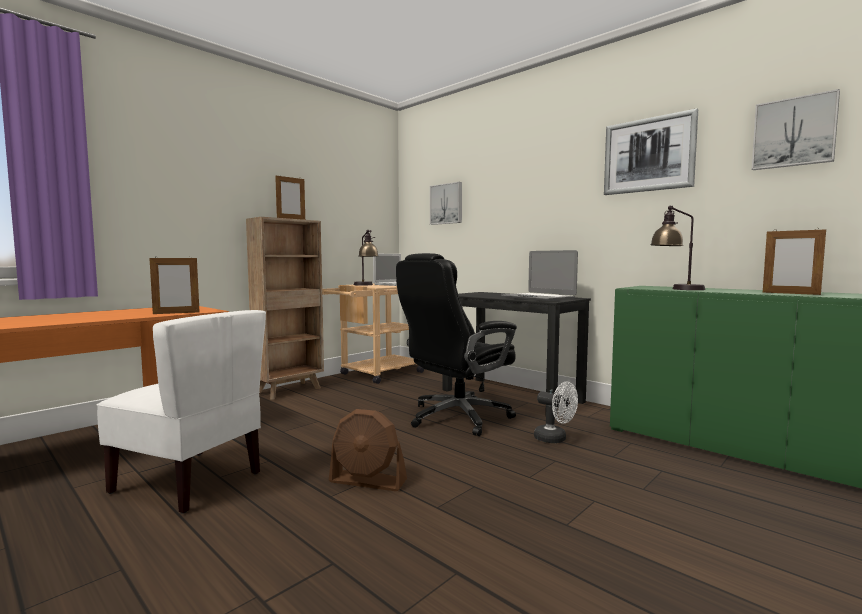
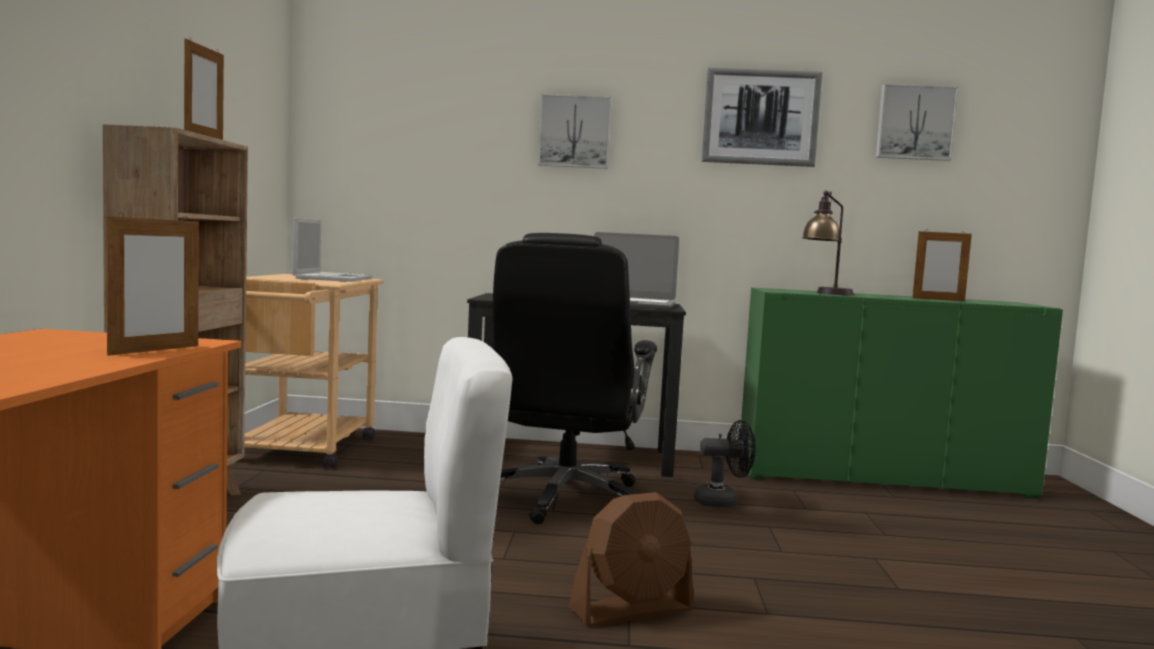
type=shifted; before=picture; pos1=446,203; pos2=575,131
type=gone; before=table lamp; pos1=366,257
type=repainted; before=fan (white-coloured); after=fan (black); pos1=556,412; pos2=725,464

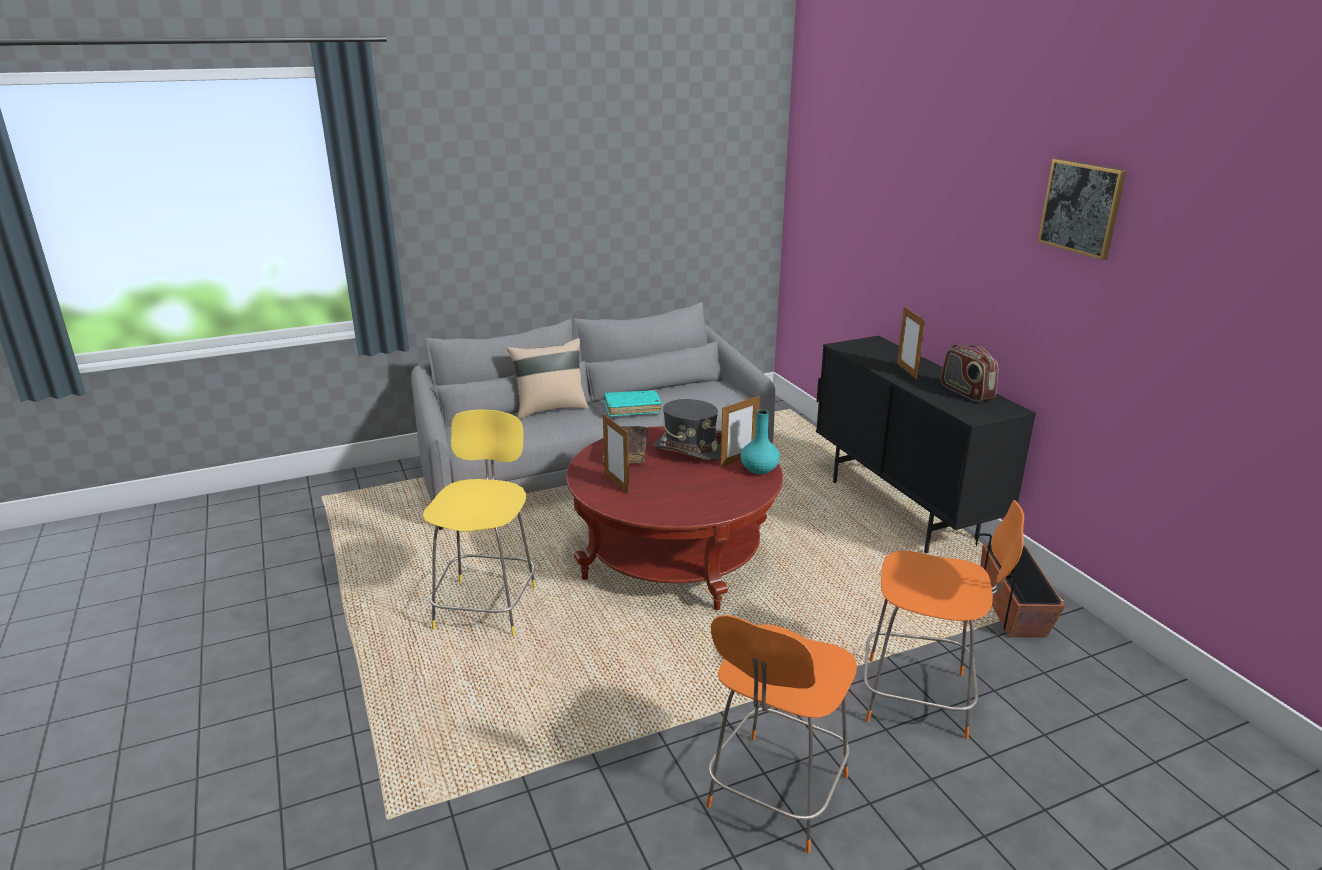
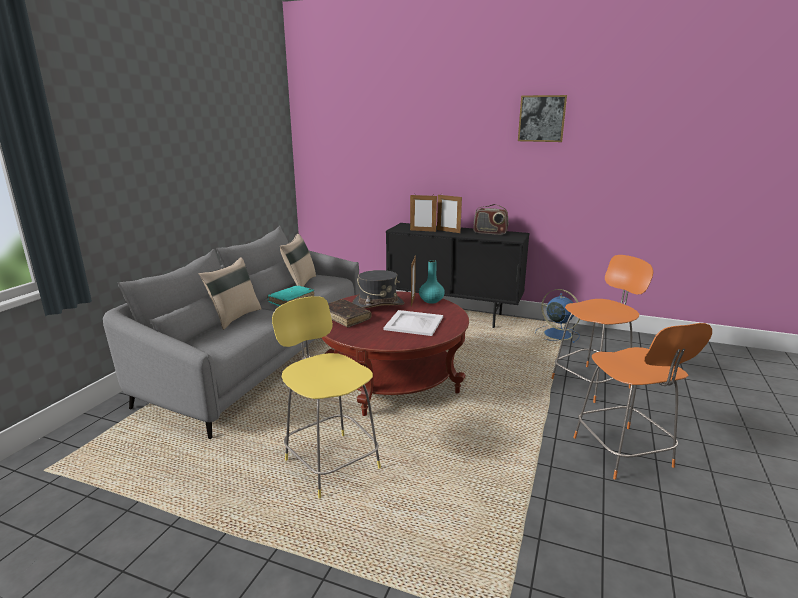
type=shifted; before=picture frame; pos1=616,454; pos2=423,213
type=swapped; before=plant pot; after=fan (bluish); pos1=1020,586; pos2=557,316
type=new; after=throw pillow (beige-coloured); pos2=298,260
type=new; after=tray (white-coloured); pos2=413,323

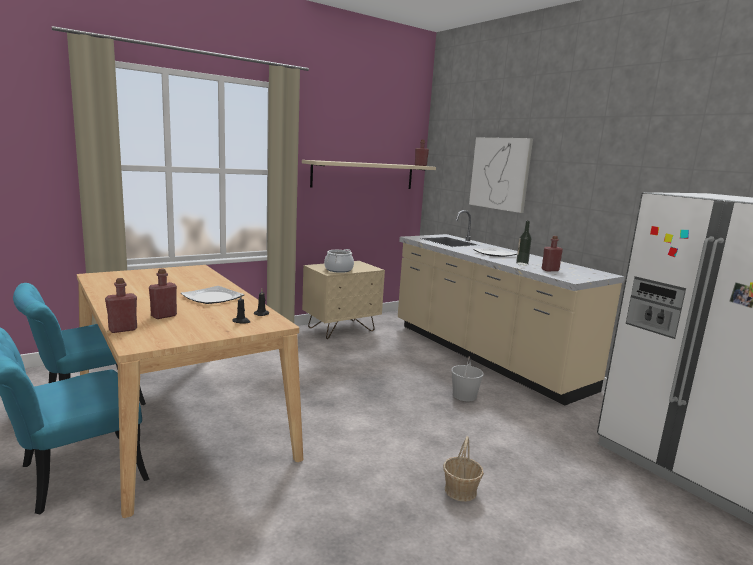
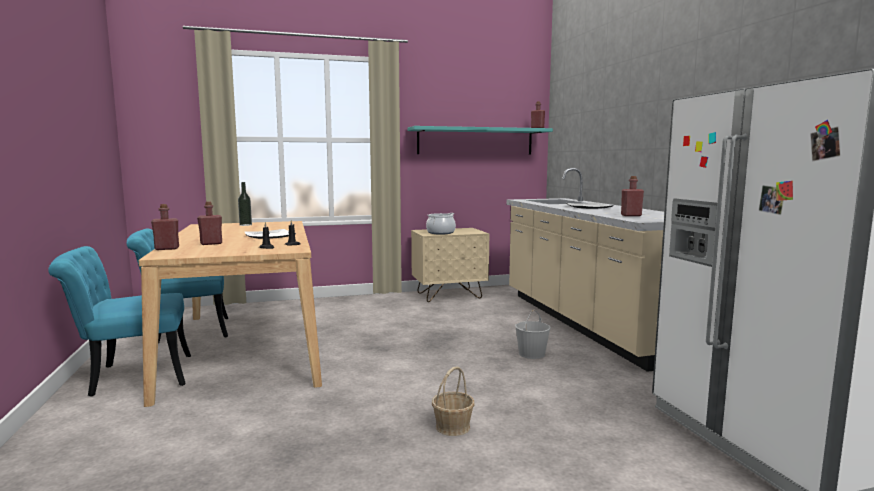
type=gone; before=picture; pos1=501,175
type=repainted; before=bracket shelf (beige-coloured); after=bracket shelf (turquoise); pos1=369,174; pos2=480,140
type=shifted; before=beverage bottle; pos1=524,243; pos2=245,204

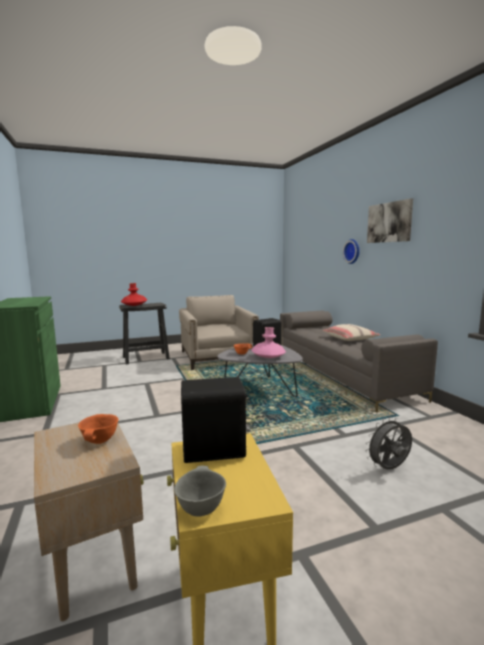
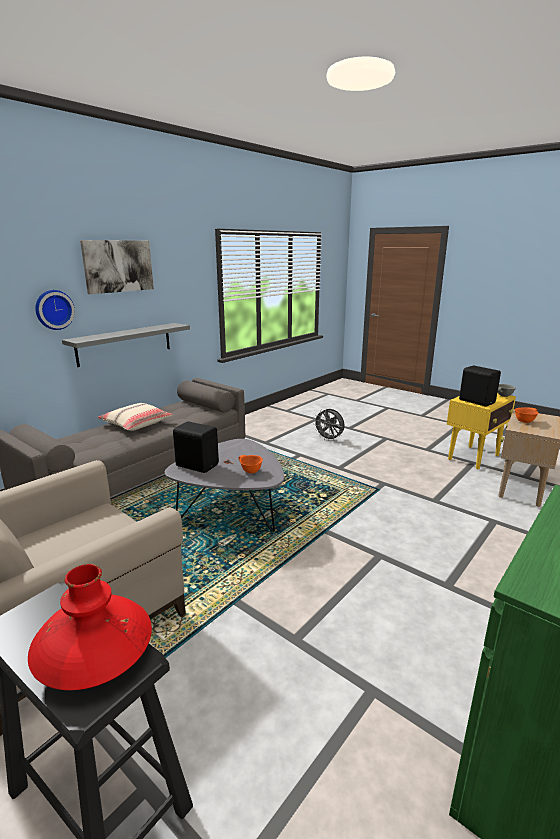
type=gone; before=vase (pink-coloured); pos1=268,342
type=new; after=bracket shelf (gray); pos2=126,345

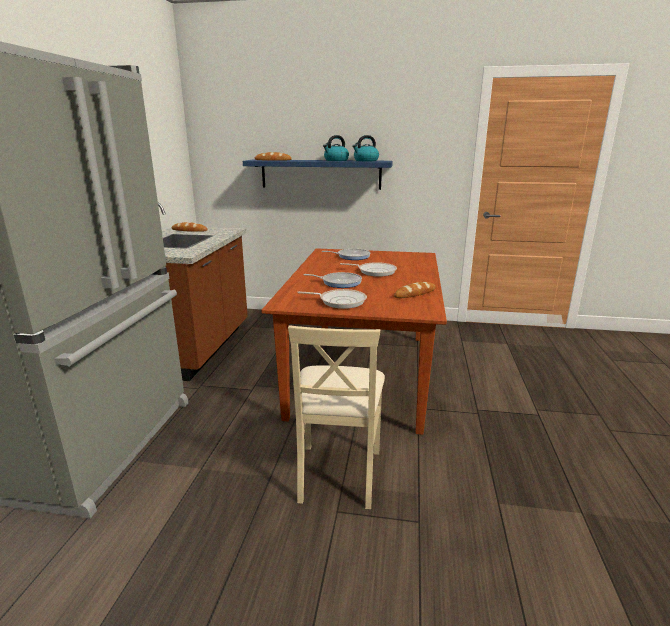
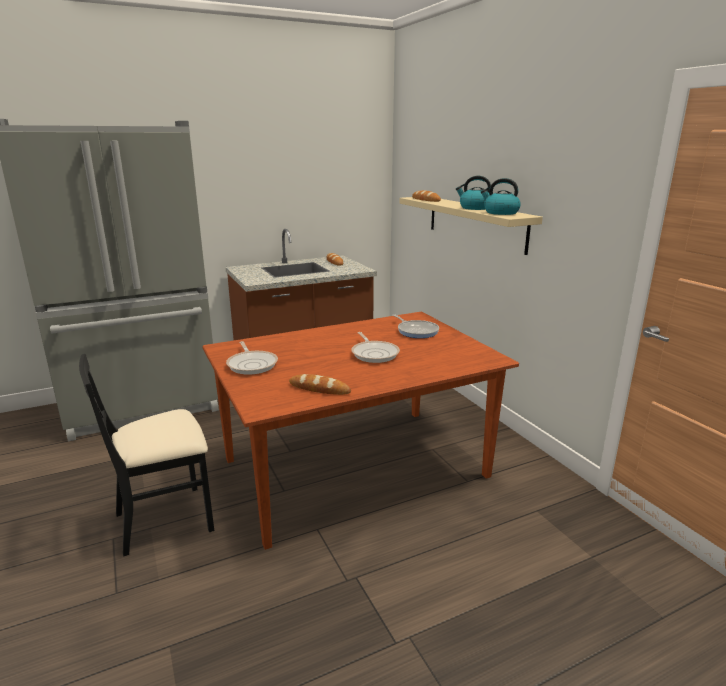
type=repainted; before=bracket shelf (bluish); after=bracket shelf (beige-coloured); pos1=318,175; pos2=471,226
type=gone; before=pan; pos1=333,280
type=repainted; before=plain chair (beige-coloured); after=plain chair (black); pos1=336,417; pos2=146,455

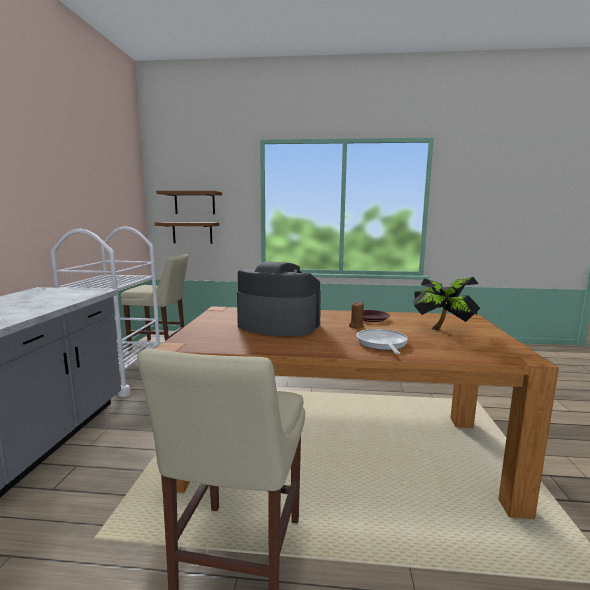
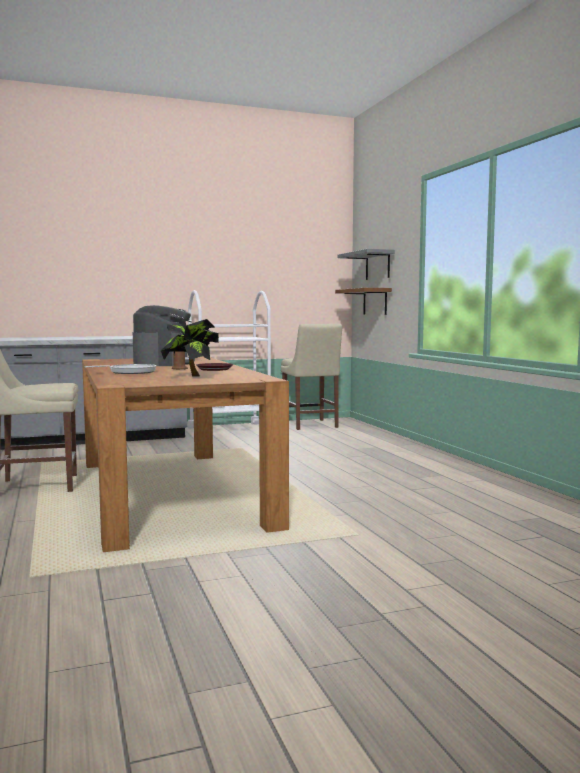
type=repainted; before=bracket shelf (brown-coloured); after=bracket shelf (gray); pos1=189,202; pos2=366,264

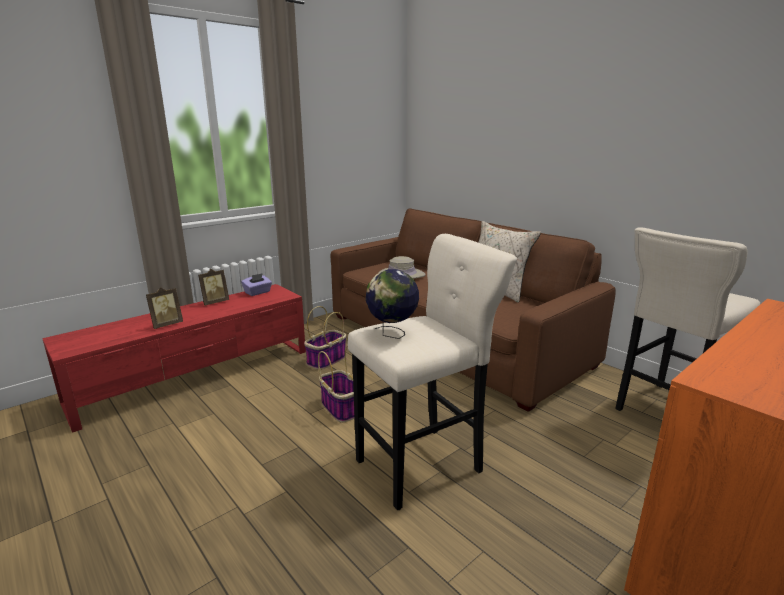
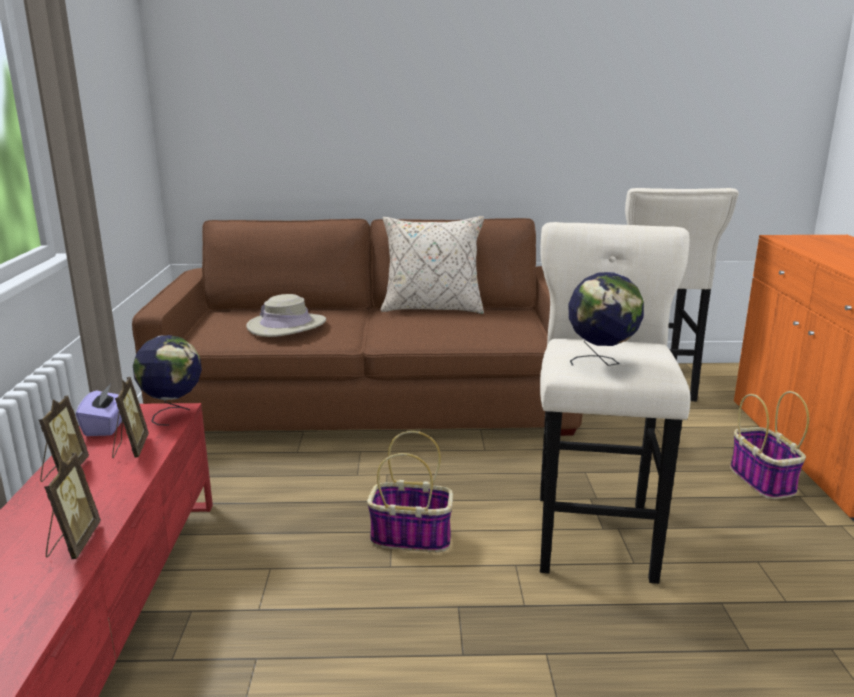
type=shifted; before=basket; pos1=325,338; pos2=769,445
type=new; after=world globe; pos2=167,380
type=new; after=picture frame; pos2=130,417

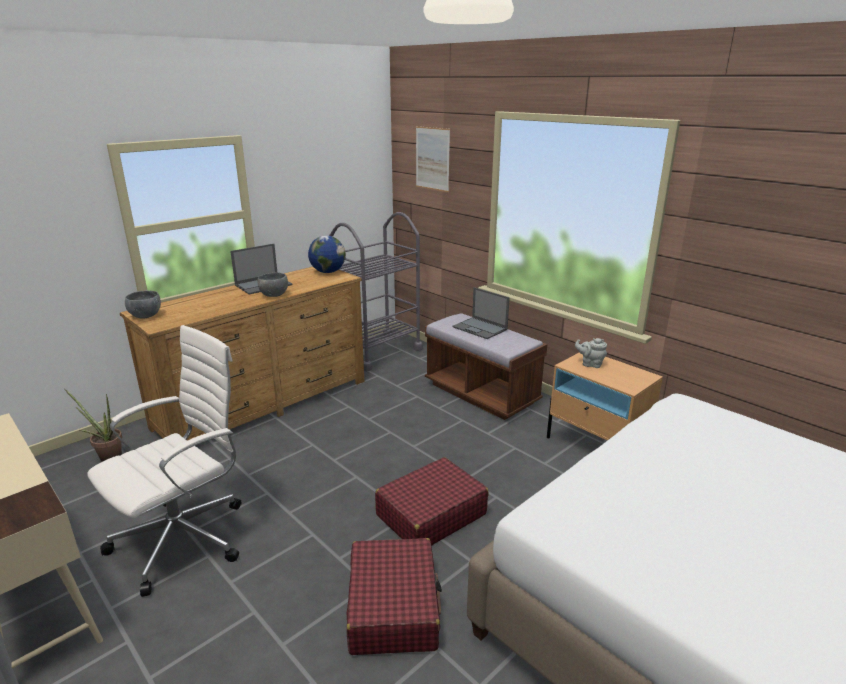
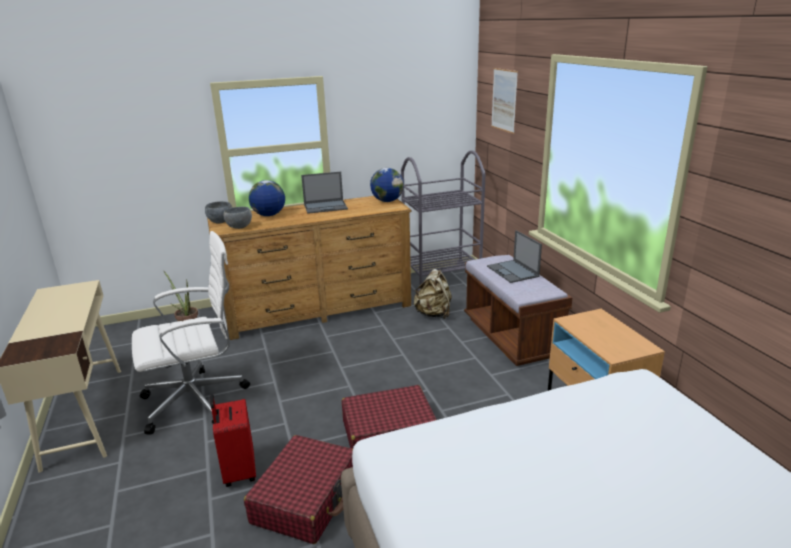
type=shifted; before=serving bowl (gray); pos1=272,284; pos2=237,218
type=gone; before=teapot (gray); pos1=591,353
type=new; after=world globe; pos2=267,198
type=new; after=knapsack (beige-coloured); pos2=433,294
type=new; after=suitcase (reddish); pos2=233,440

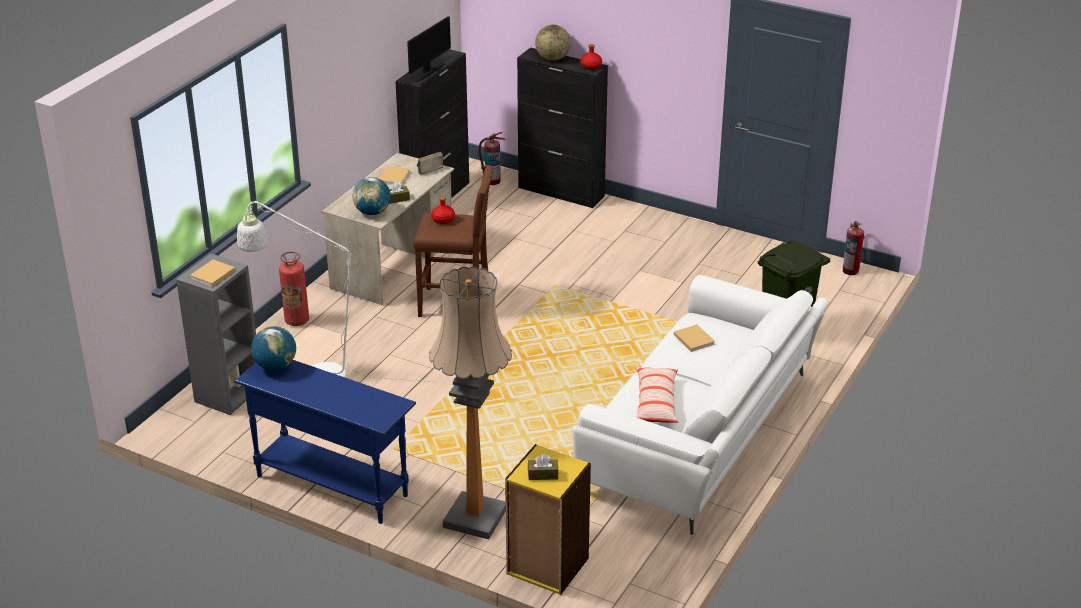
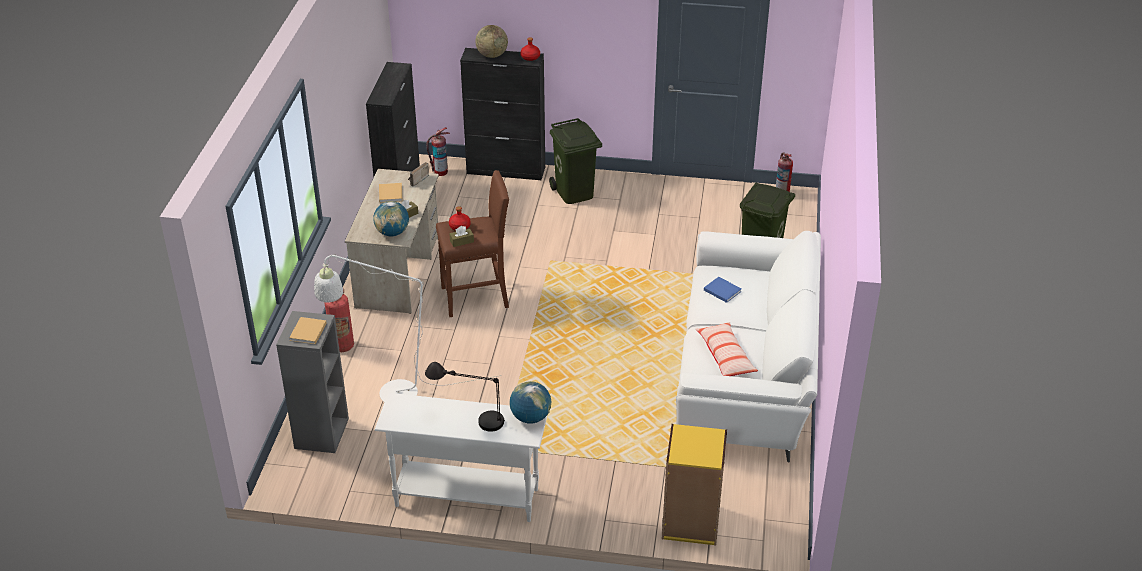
type=gone; before=monitor; pos1=429,49
type=gone; before=standing lamp; pos1=470,402
type=repainted; before=volume (beige-coloured); after=volume (bluish); pos1=694,338; pos2=723,290
type=shifted; before=world globe; pos1=273,348; pos2=530,402
type=repainted; before=console table (bluish); after=console table (white-coloured); pos1=325,442; pos2=461,457
type=shifted; before=tissue box (brown-coloured); pos1=543,467; pos2=461,236
type=new; after=trash can (green-coloured); pos2=575,161
type=new; after=table lamp (black); pos2=465,397

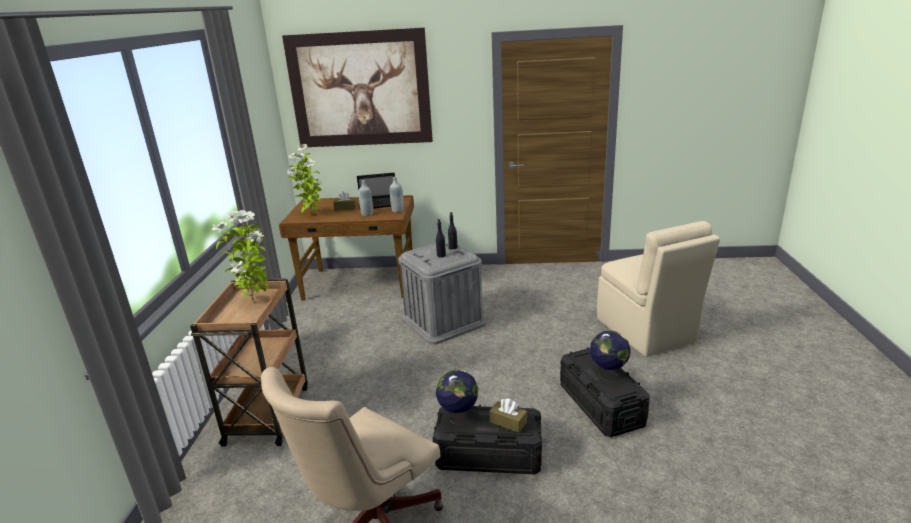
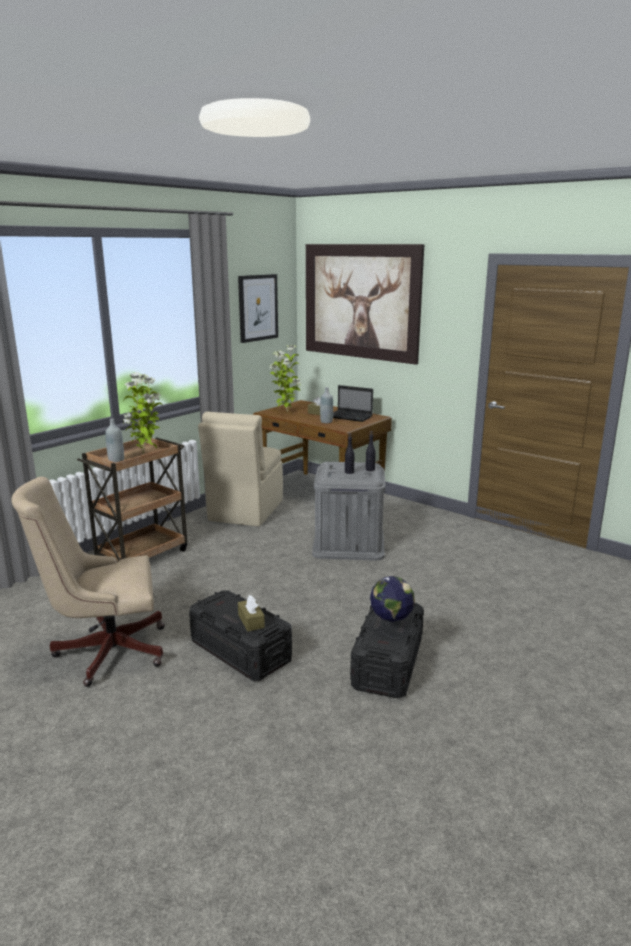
type=shifted; before=beverage bottle (gray); pos1=397,195; pos2=114,441
type=shifted; before=plain chair (beige-coloured); pos1=658,289; pos2=240,469
type=gone; before=world globe; pos1=457,397
type=new; after=picture; pos2=258,308

